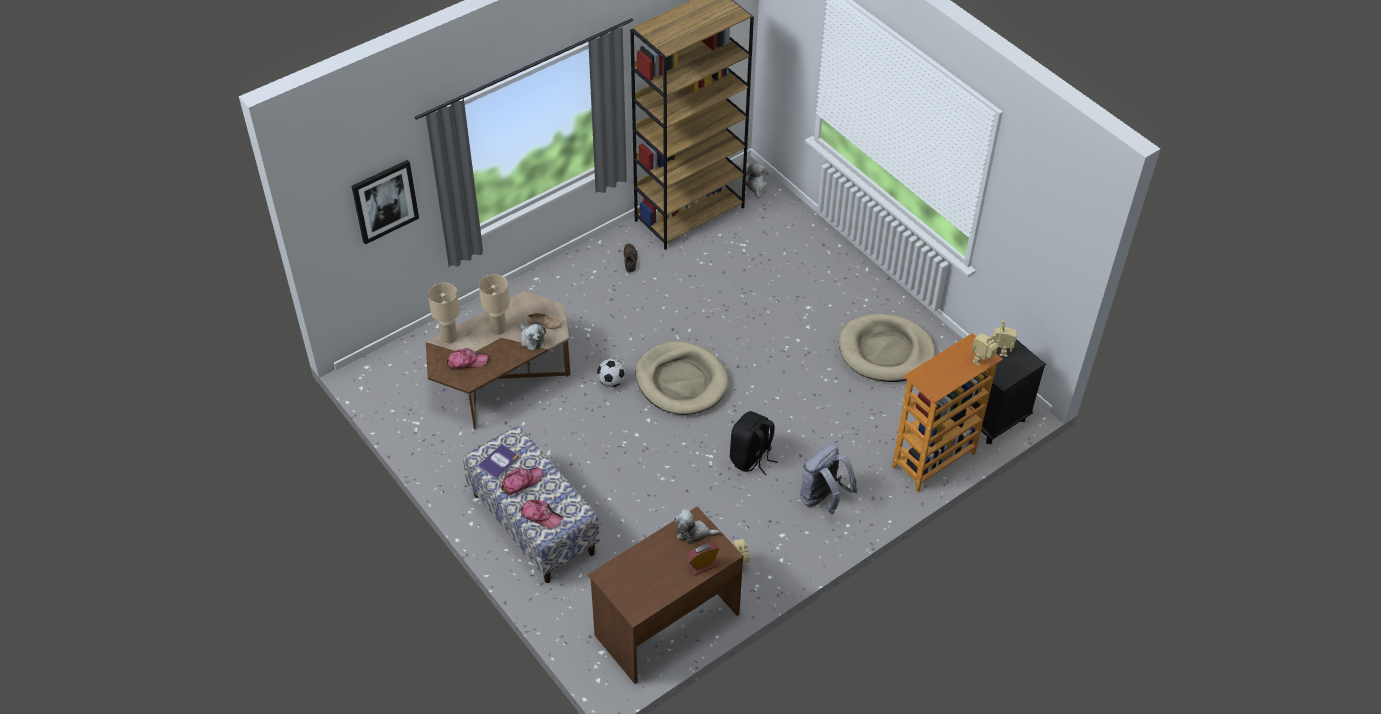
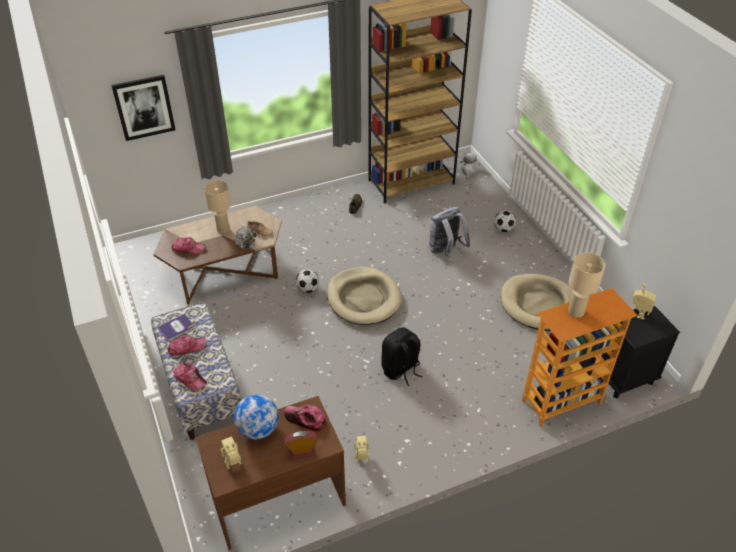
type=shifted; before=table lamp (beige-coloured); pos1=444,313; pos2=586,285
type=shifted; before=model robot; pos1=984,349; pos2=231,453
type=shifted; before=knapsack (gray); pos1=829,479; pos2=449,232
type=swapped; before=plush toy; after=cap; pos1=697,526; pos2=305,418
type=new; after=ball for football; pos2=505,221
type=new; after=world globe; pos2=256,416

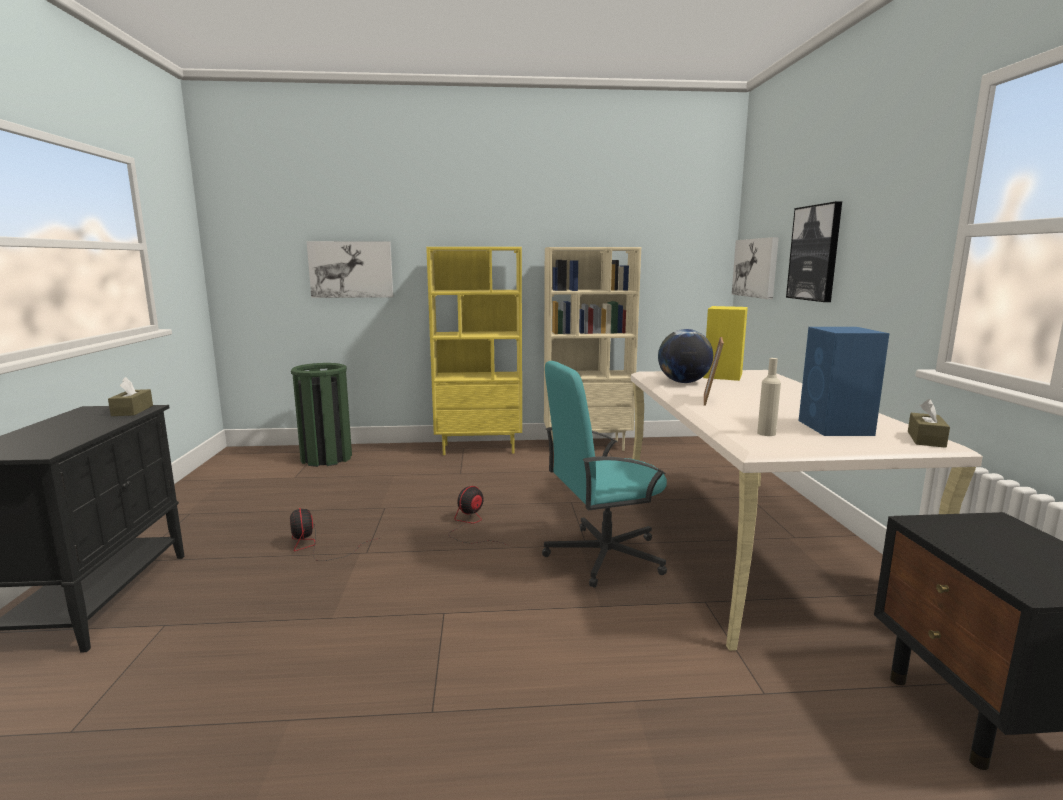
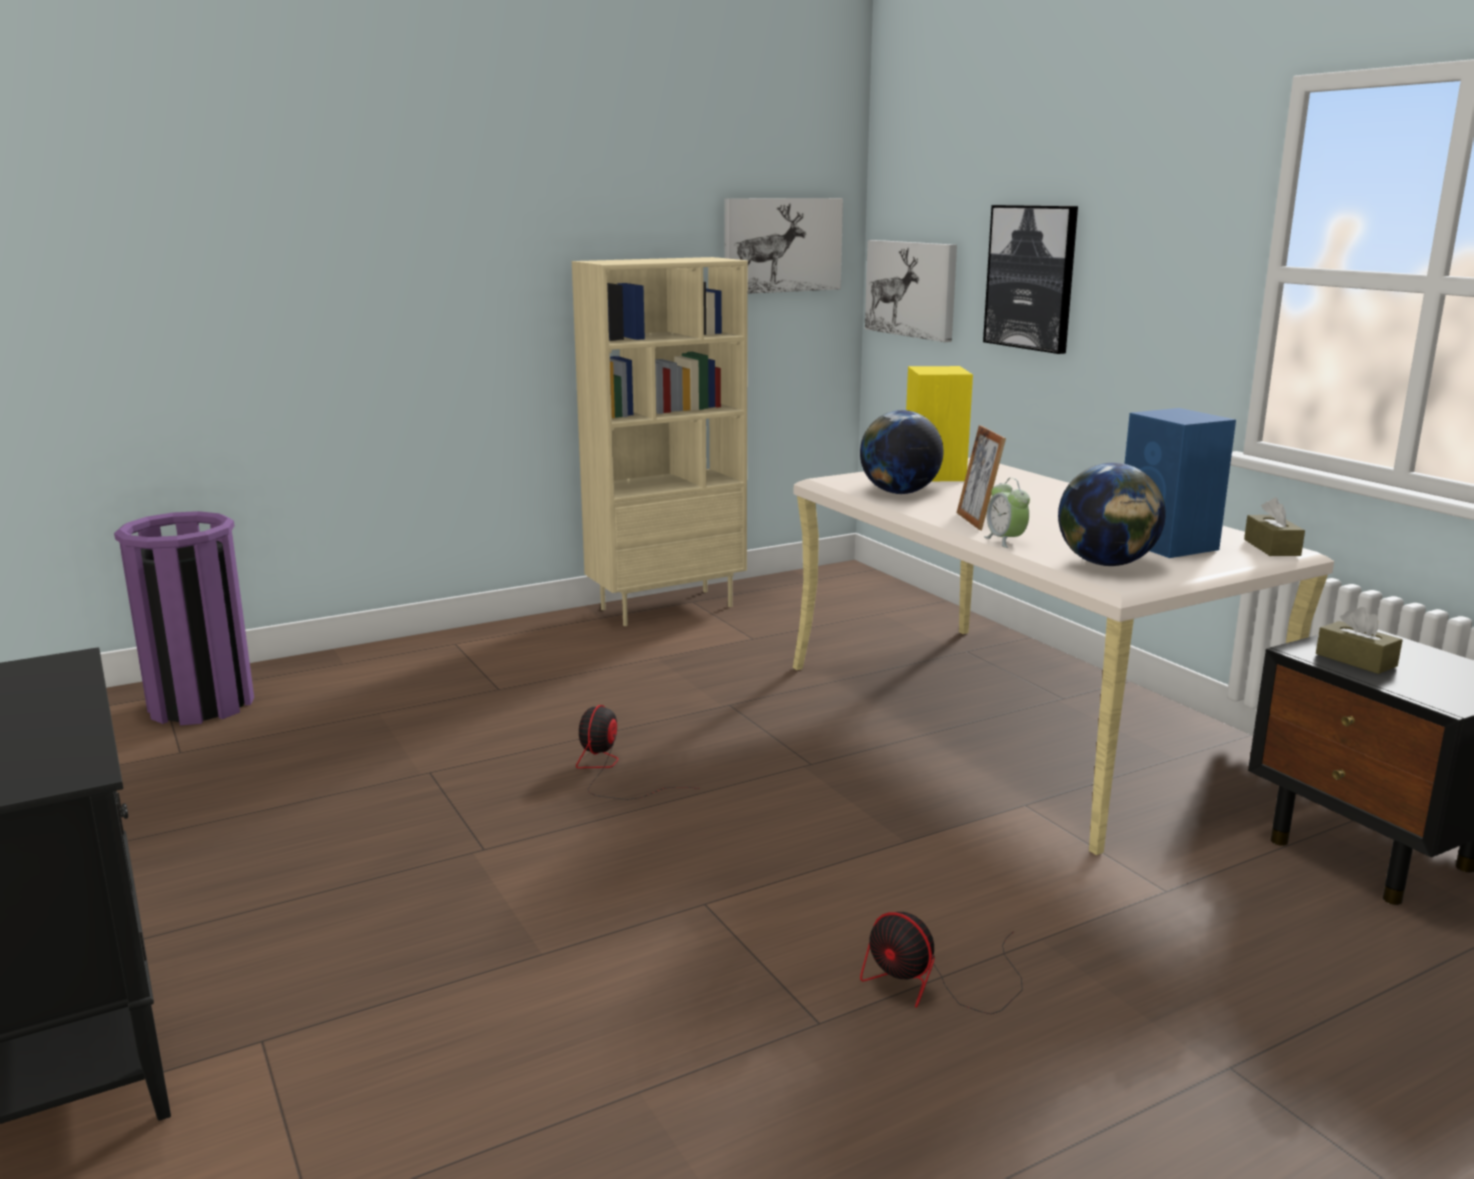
type=shifted; before=picture; pos1=350,269; pos2=783,246
type=gone; before=bookshelf (yellowish); pos1=474,351
type=swapped; before=beverage bottle (beige-coloured); after=world globe; pos1=769,397; pos2=1112,514
type=gone; before=office chair (turquoise); pos1=604,474
type=repainted; before=trash can (green-coloured); after=trash can (purple); pos1=321,415; pos2=184,618
type=shifted; before=tissue box (brown-coloured); pos1=130,396; pos2=1359,640
type=shifted; before=fan; pos1=335,534; pos2=941,963
type=new; after=bedside clock; pos2=1007,513

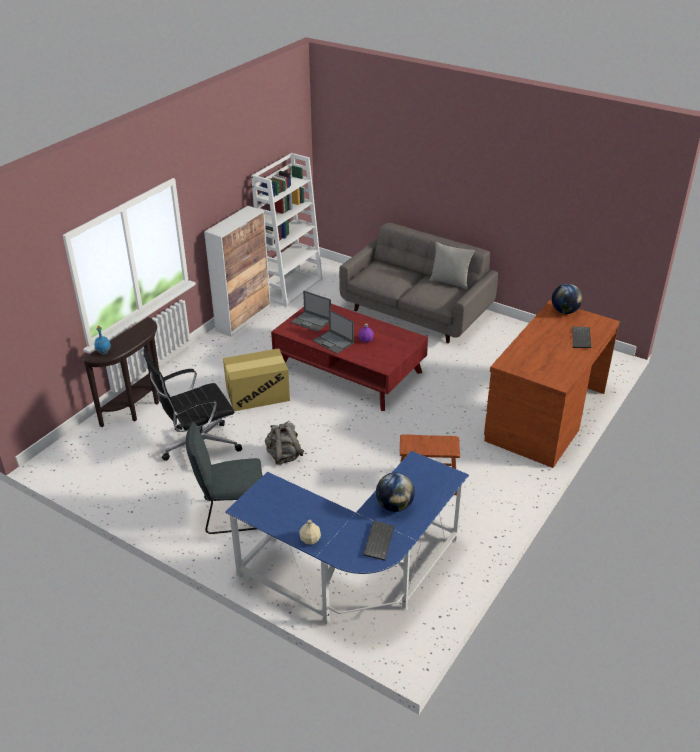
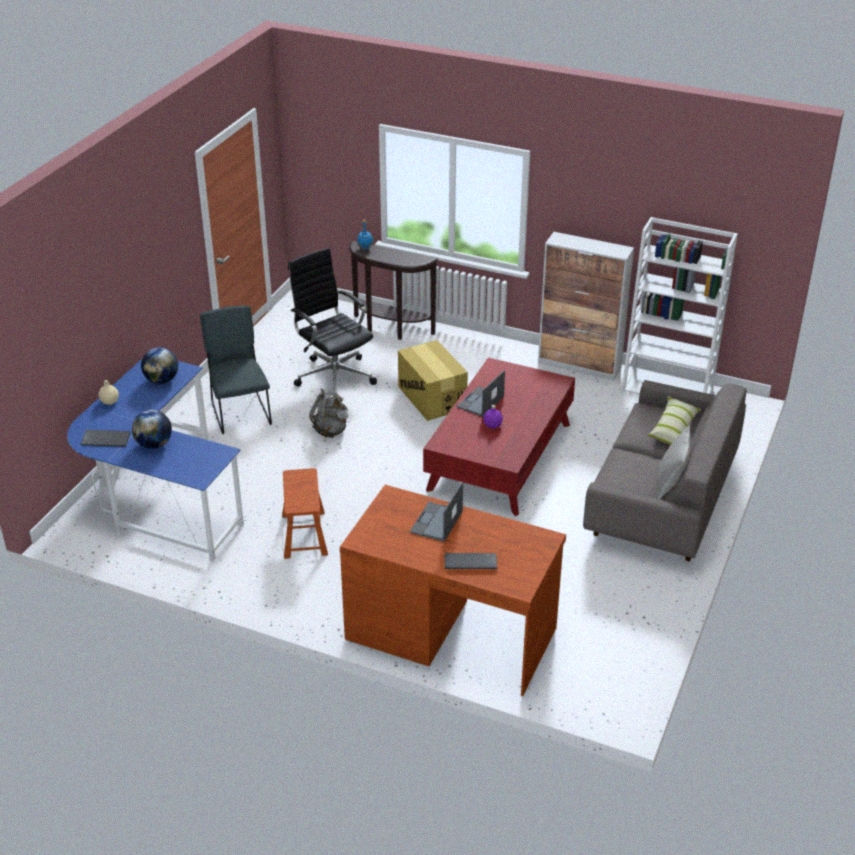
type=shifted; before=world globe; pos1=567,299; pos2=159,365
type=shifted; before=portable computer; pos1=311,311; pos2=436,512
type=new; after=throw pillow; pos2=674,420

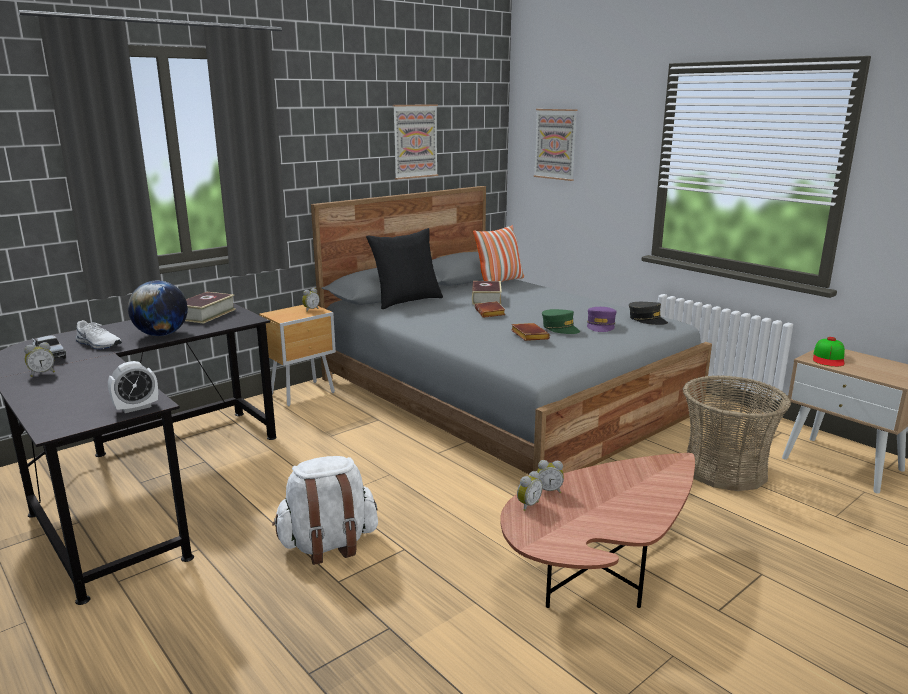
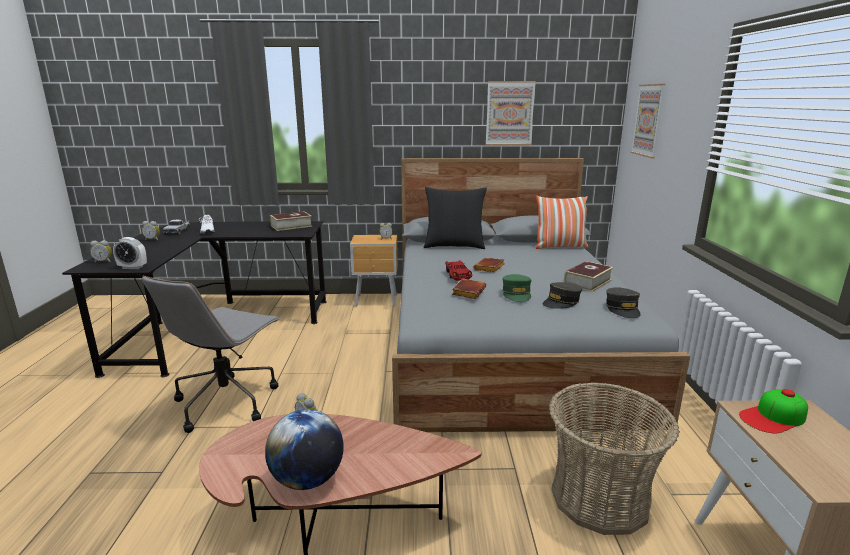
type=shifted; before=world globe; pos1=158,308; pos2=304,449
type=shifted; before=volume; pos1=487,293; pos2=589,276
type=repainted; before=cap (purple); after=cap (gray); pos1=602,319; pos2=562,295
type=swapped; before=knapsack (white-coloured); after=office chair (gray); pos1=325,510; pos2=211,354
type=shifted; before=bedside clock; pos1=530,491; pos2=101,251
type=new; after=miniature car (reddish); pos2=459,270

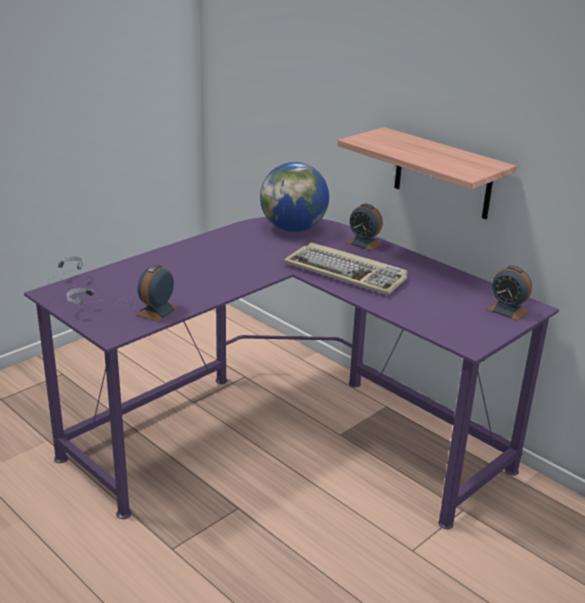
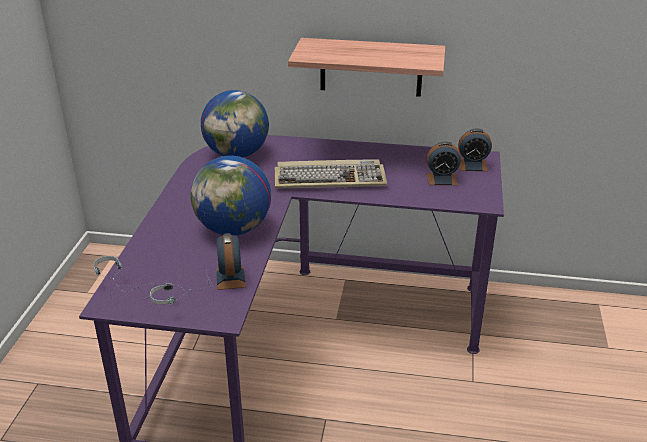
type=shifted; before=bedside clock; pos1=364,227; pos2=443,163
type=new; after=world globe; pos2=230,195

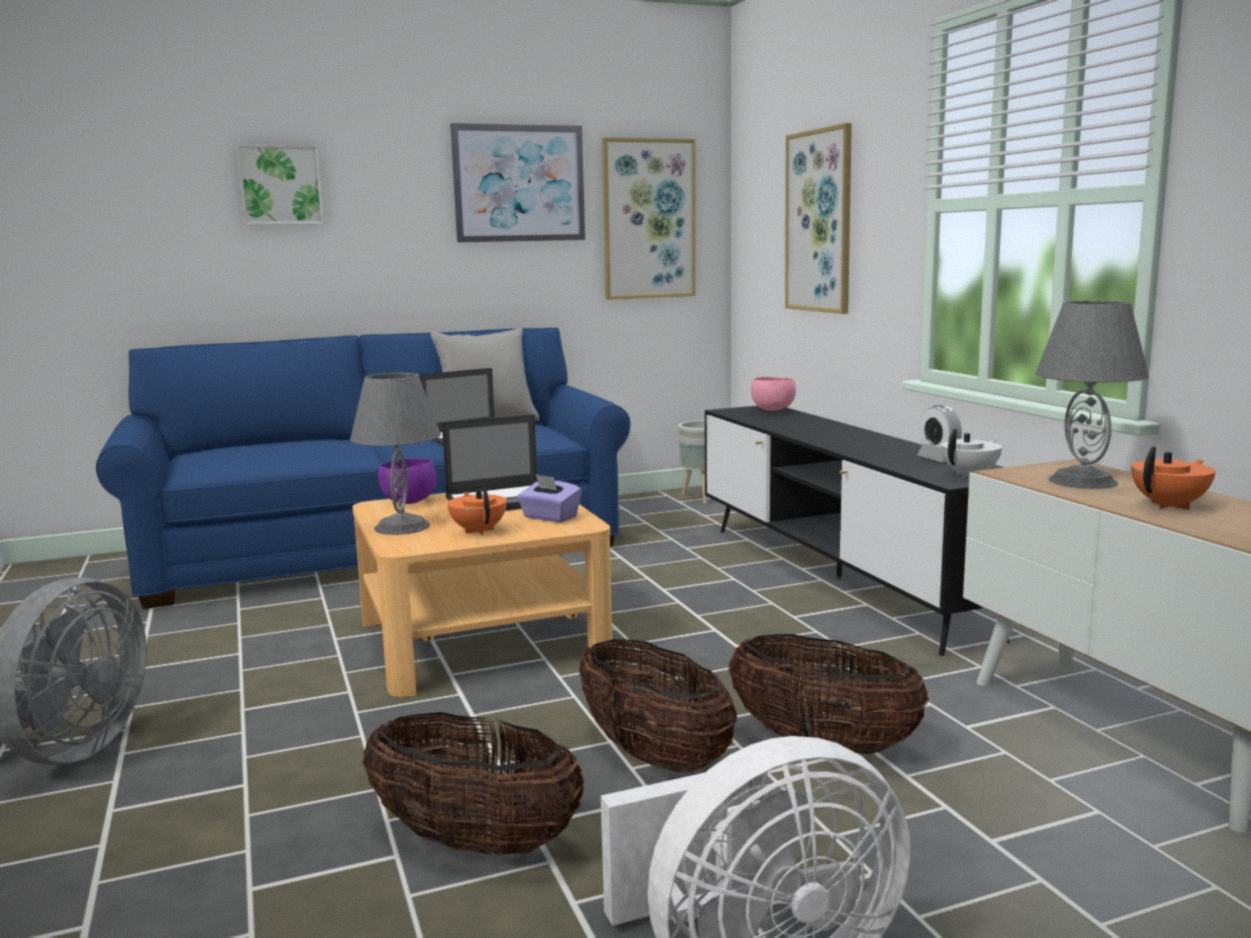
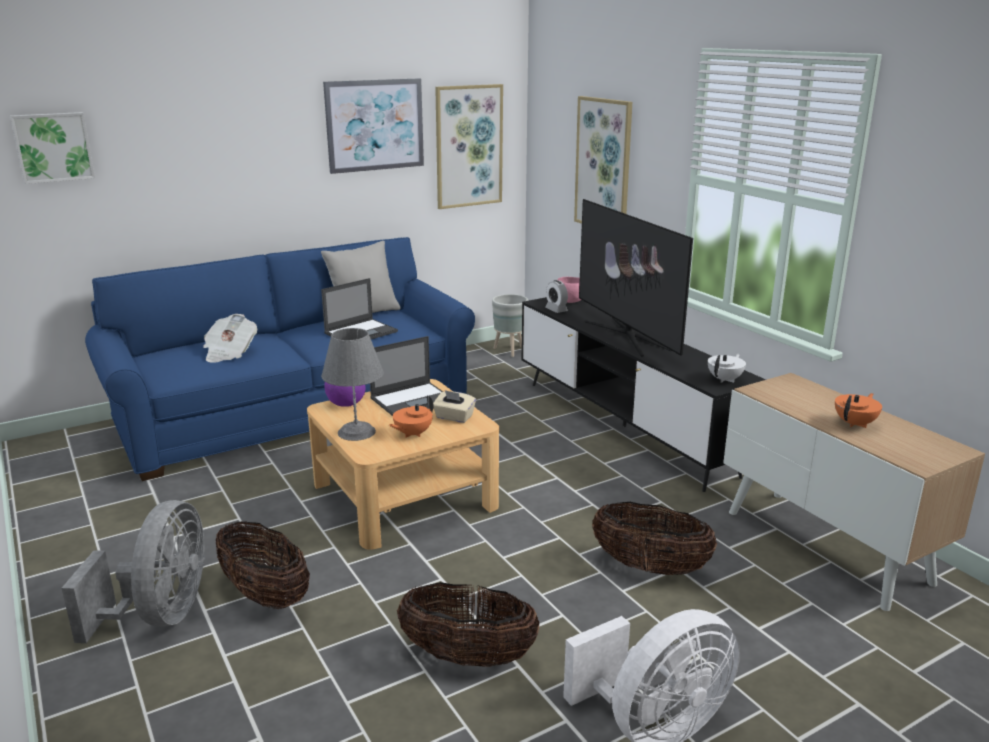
type=shifted; before=picture; pos1=280,185; pos2=52,148
type=gone; before=table lamp (gray); pos1=1092,395
type=shifted; before=bedside clock; pos1=939,433; pos2=556,296
type=repainted; before=tissue box (purple); after=tissue box (beige-coloured); pos1=549,498; pos2=454,406
type=rotated; before=teapot (orange); pos1=477,511; pos2=411,416; turn=-105
type=shifted; before=basket; pos1=658,705; pos2=263,565
type=new; after=television; pos2=636,277
type=new; after=daily paper; pos2=230,338

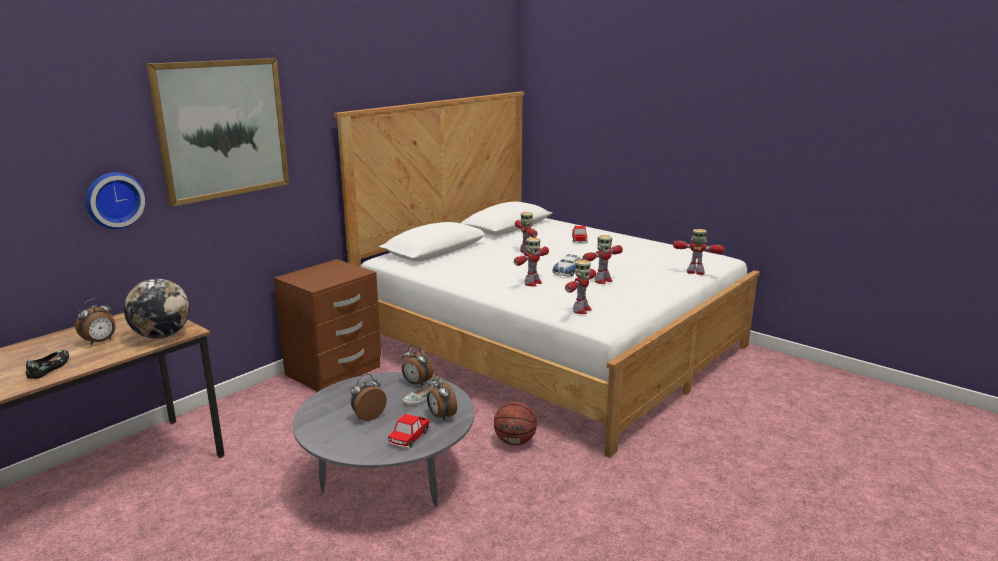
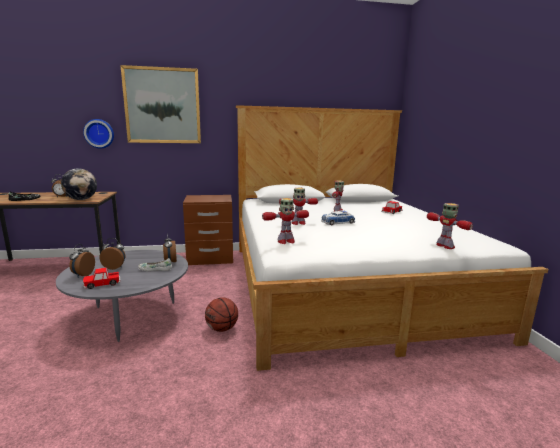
type=gone; before=model robot; pos1=603,259
type=shifted; before=bedside clock; pos1=442,397; pos2=82,260

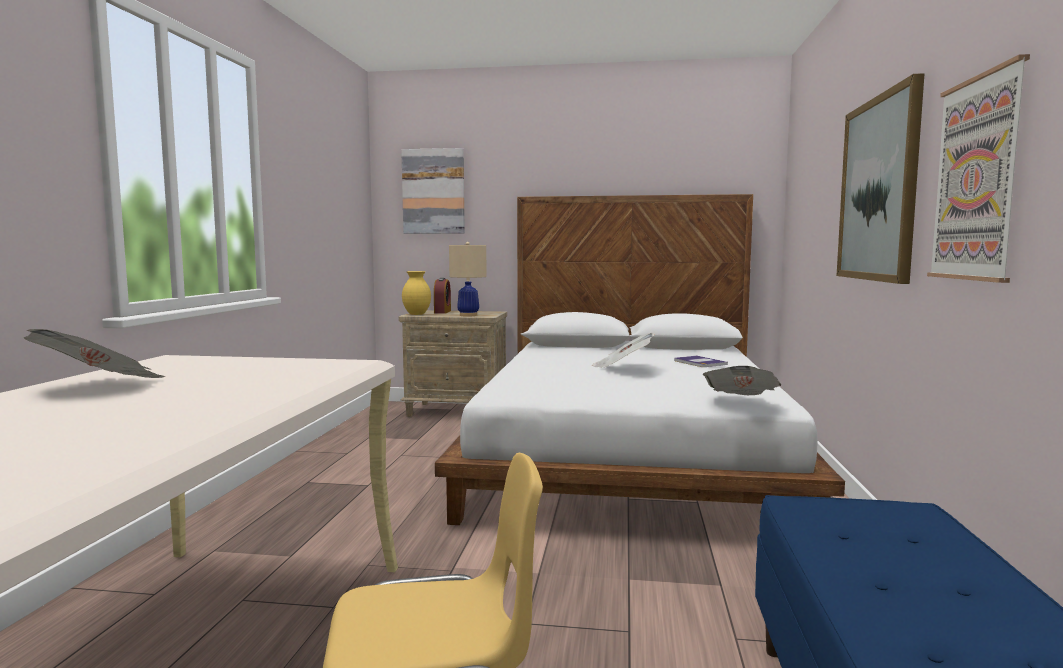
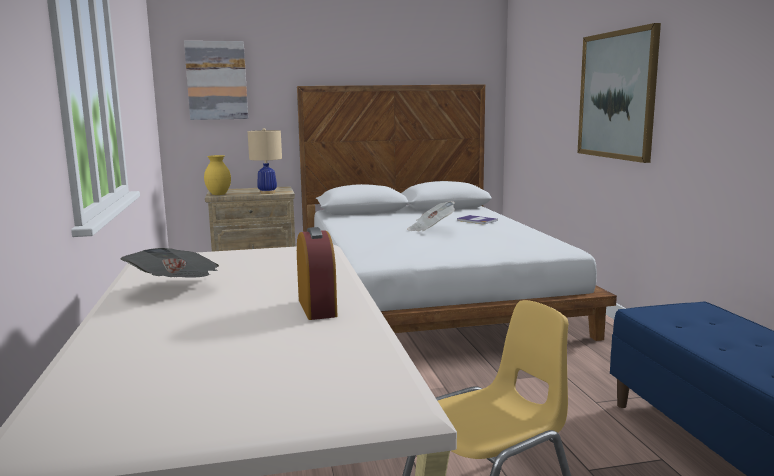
type=gone; before=picture; pos1=978,168
type=shifted; before=bedside clock; pos1=442,296; pos2=317,273
type=gone; before=daily paper; pos1=742,380

